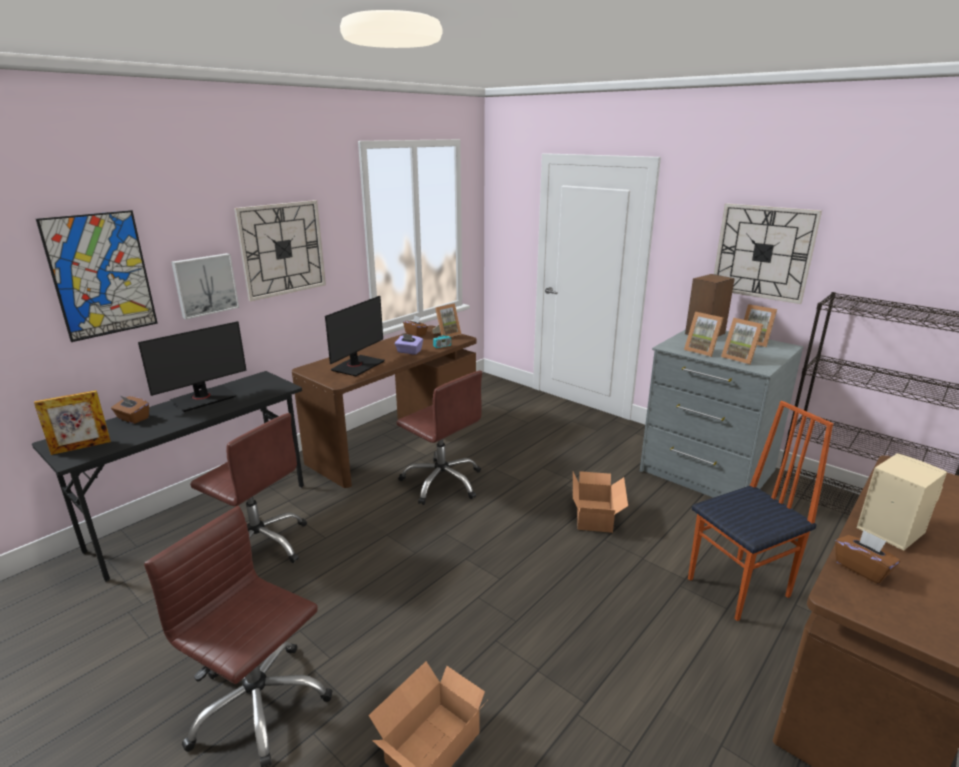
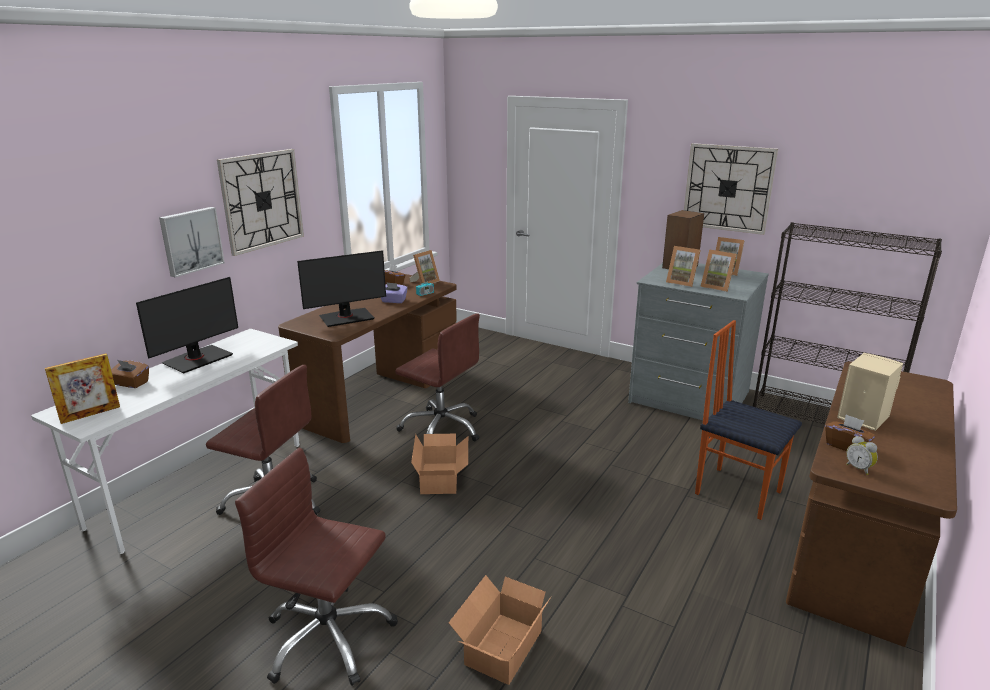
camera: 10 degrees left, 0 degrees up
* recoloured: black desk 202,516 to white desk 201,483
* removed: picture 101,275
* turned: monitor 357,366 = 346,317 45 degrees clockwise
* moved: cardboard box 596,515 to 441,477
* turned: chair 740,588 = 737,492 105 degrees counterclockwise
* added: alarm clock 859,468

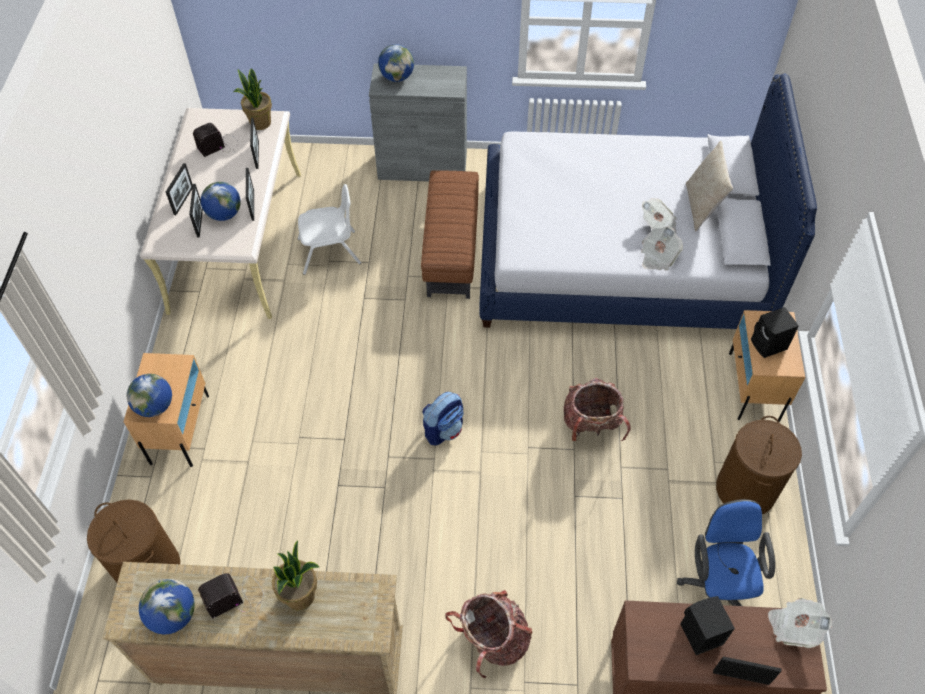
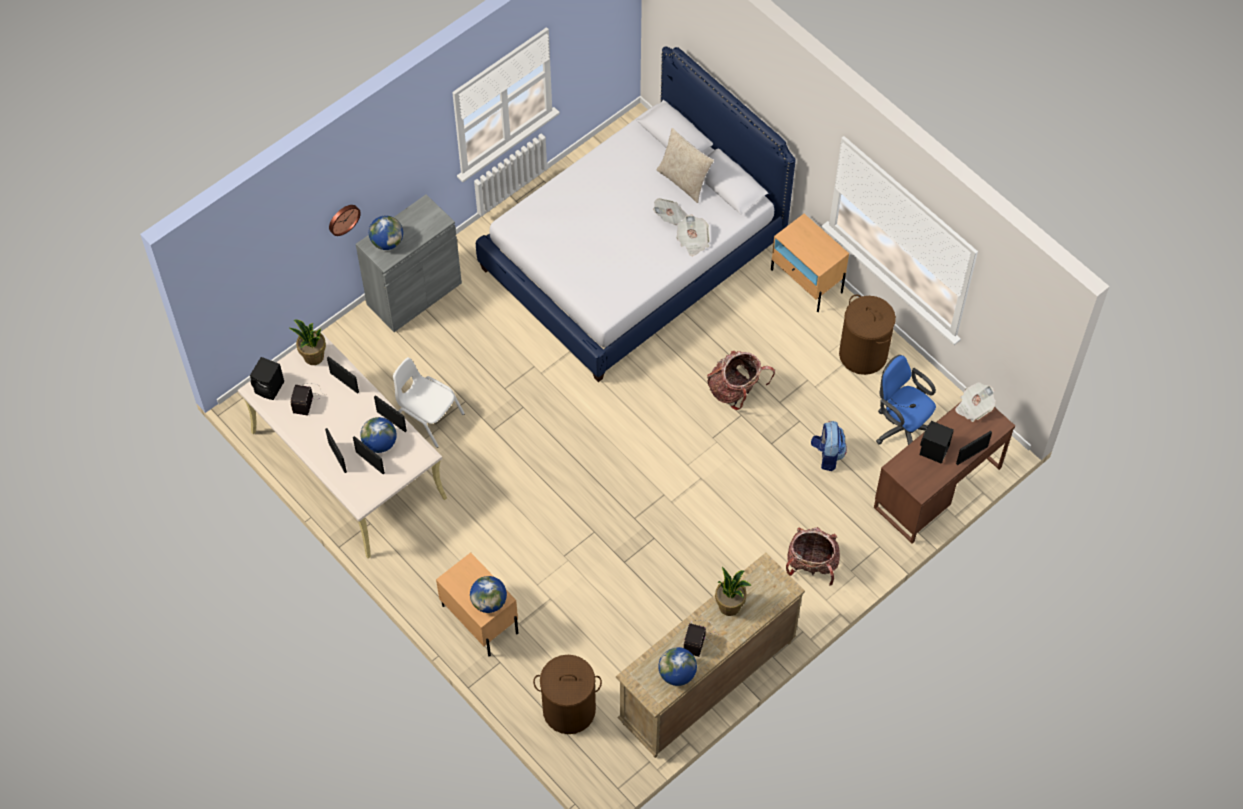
camera: 45 degrees left, 5 degrees up
* turned: white chair 329,252 = 428,417 90 degrees counterclockwise
* removed: brown ottoman 452,250
* moved: backpack 444,429 to 827,455
* moved: black speaker 769,345 to 270,388
* added: wall clock 343,219

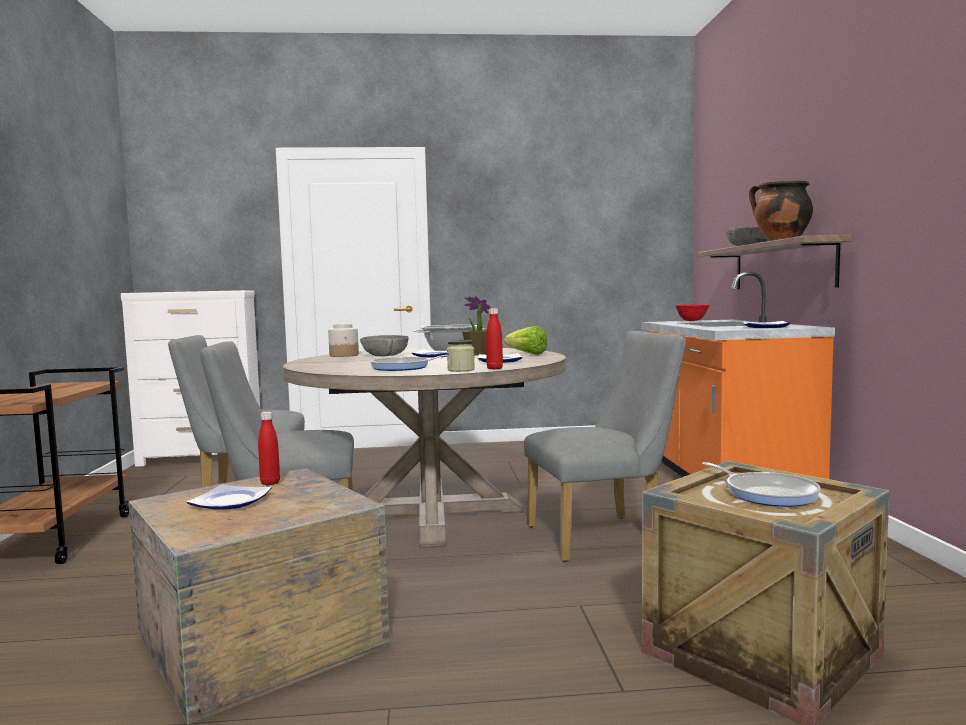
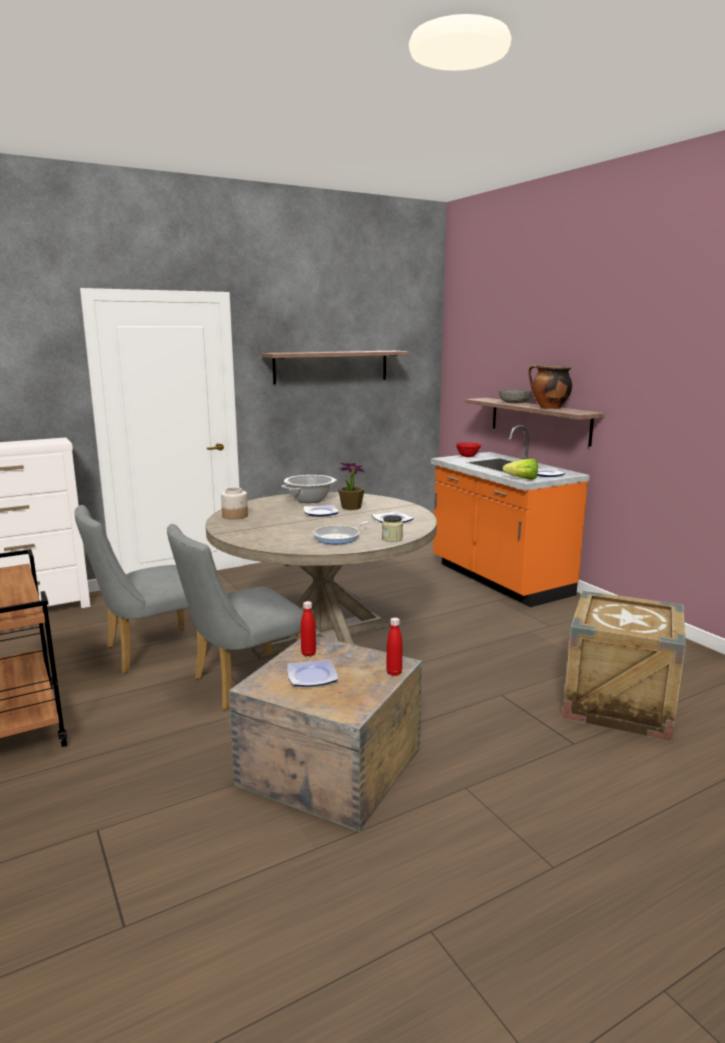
camera: 25 degrees left, 10 degrees up
* removed: grey bowl 385,355
* moved: red bottle 494,368 to 394,673
* moved: lettuce 524,354 to 519,479
* removed: grey chair 604,535
* removed: frying pan 767,493
* added: shelf 331,366

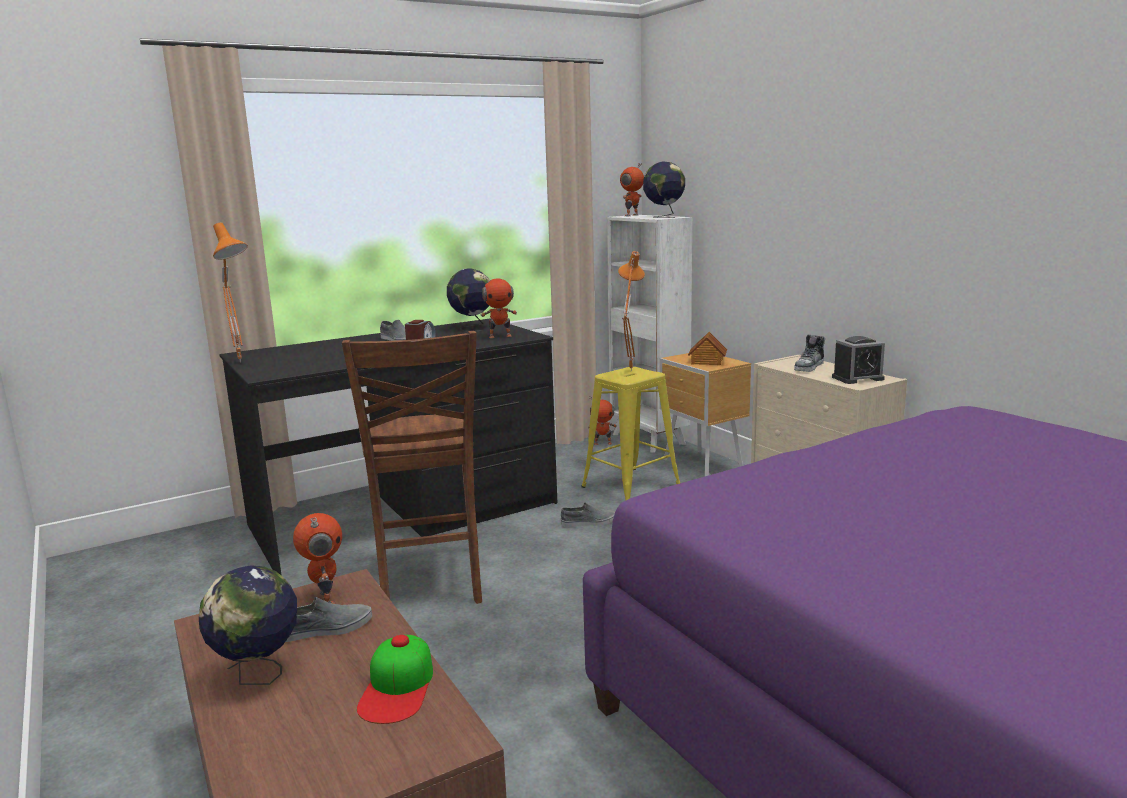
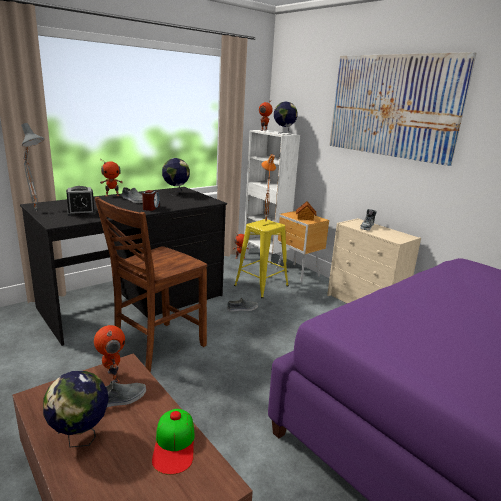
camera: 10 degrees left, 5 degrees up
* recoloured: orange table lamp 243,361 to grey table lamp 38,211
* turned: brown chair 429,581 = 157,348 60 degrees clockwise
* moved: toy robot 500,336 to 112,195
* moved: alarm clock 857,378 to 81,212
* added: picture 392,106

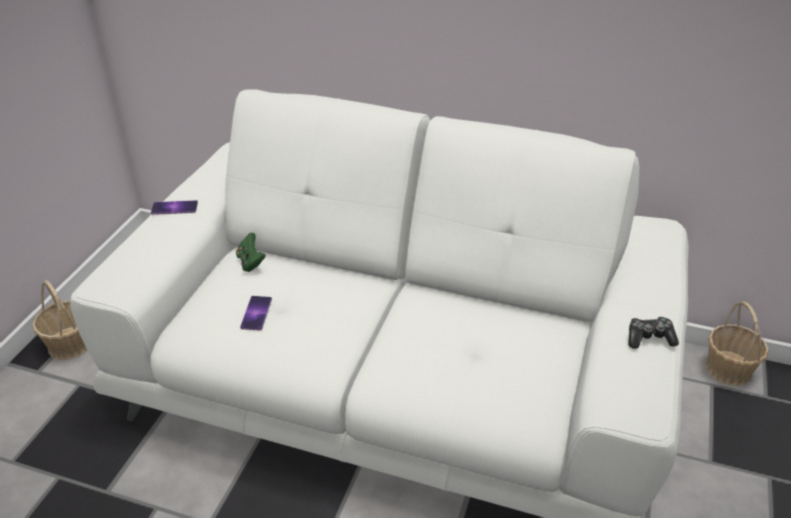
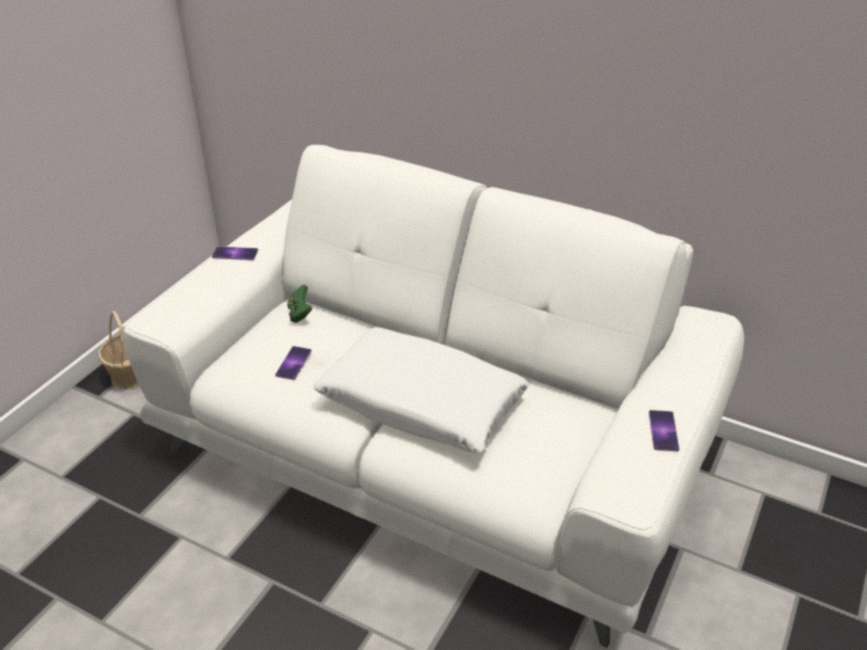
camera: 10 degrees right, 0 degrees up
* replaced: game controller 649,338 to phone 663,431
* removed: basket 728,369
* added: white pillow 421,403

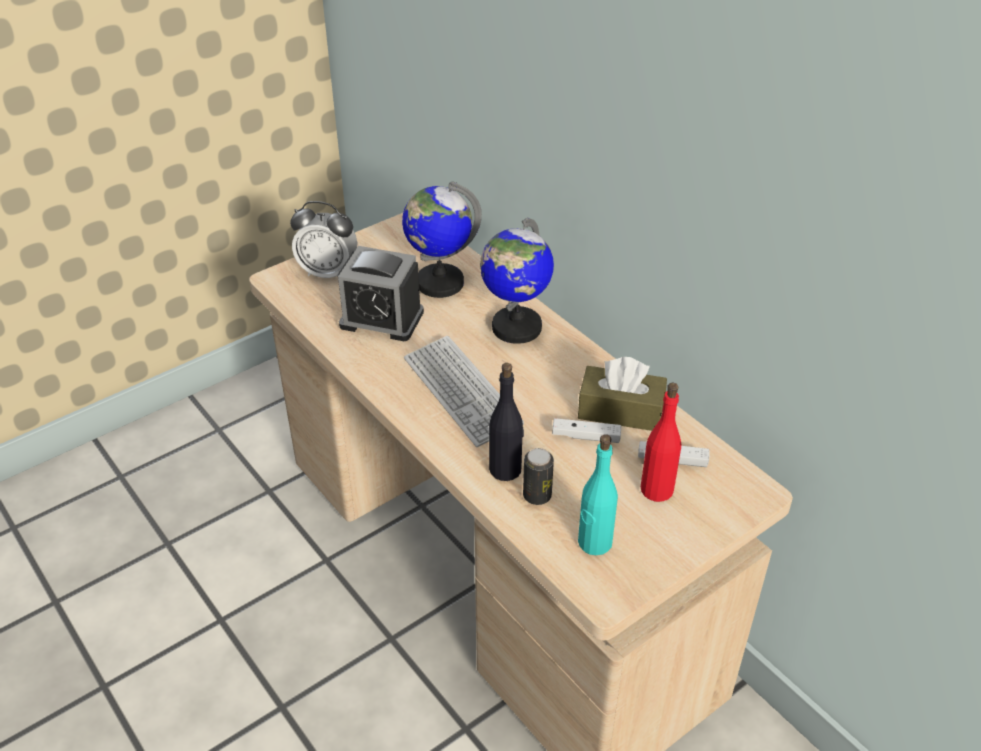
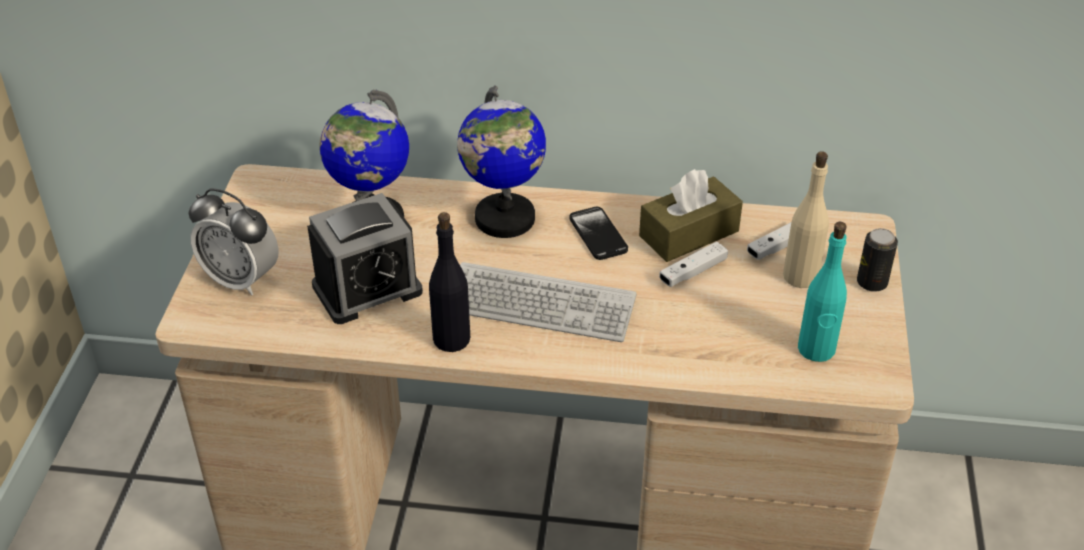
camera: 45 degrees left, 0 degrees up
* turned: alarm clock 328,272 = 241,279 60 degrees clockwise
* moved: black bottle 506,469 to 452,339
* moved: can 537,495 to 872,283
* recoloured: red bottle 657,489 to beige bottle 800,276
* added: phone 598,235

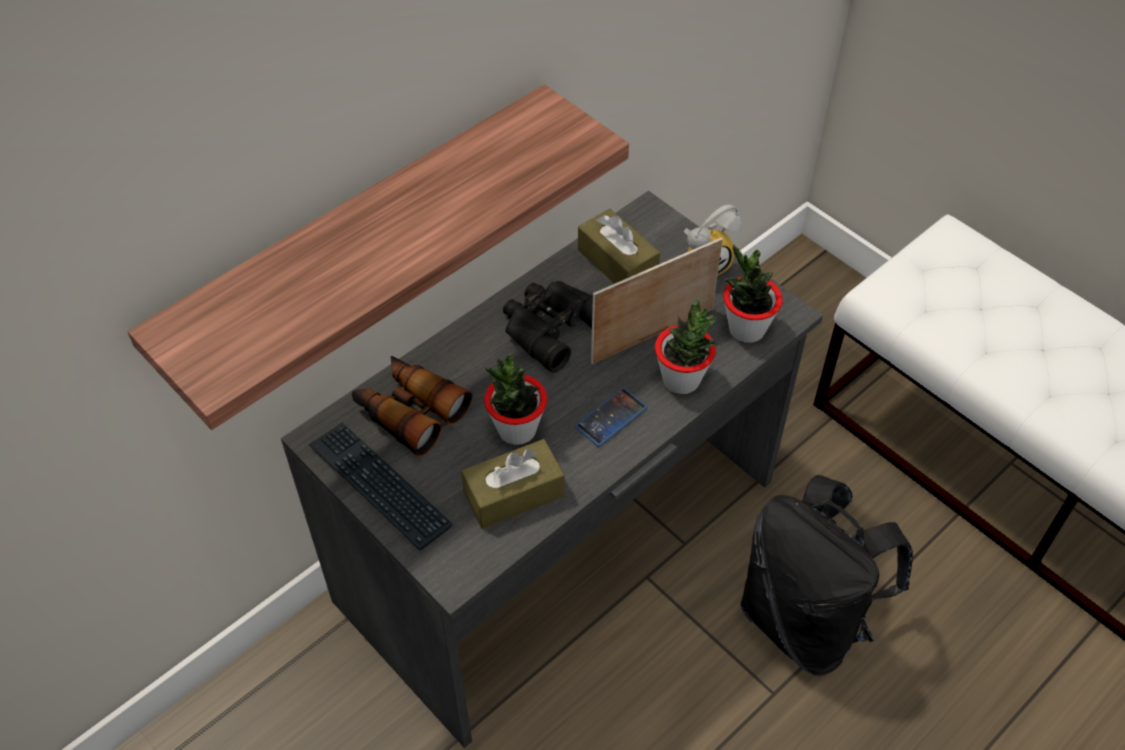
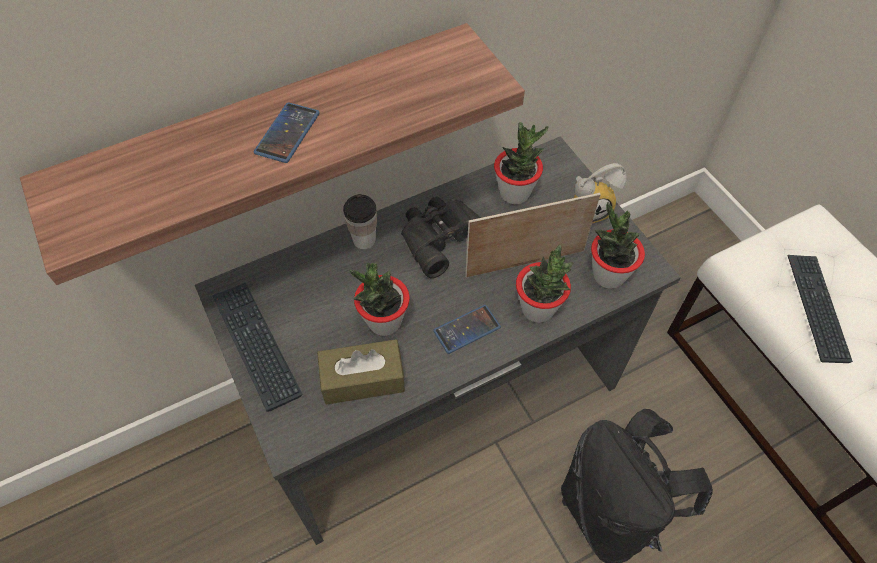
camera: 15 degrees right, 5 degrees up
* removed: binoculars 409,411
* replaced: brown tissue box 617,263 to potted plant 515,193
* added: phone 287,133
* added: cup 364,240
* added: keyboard 816,308

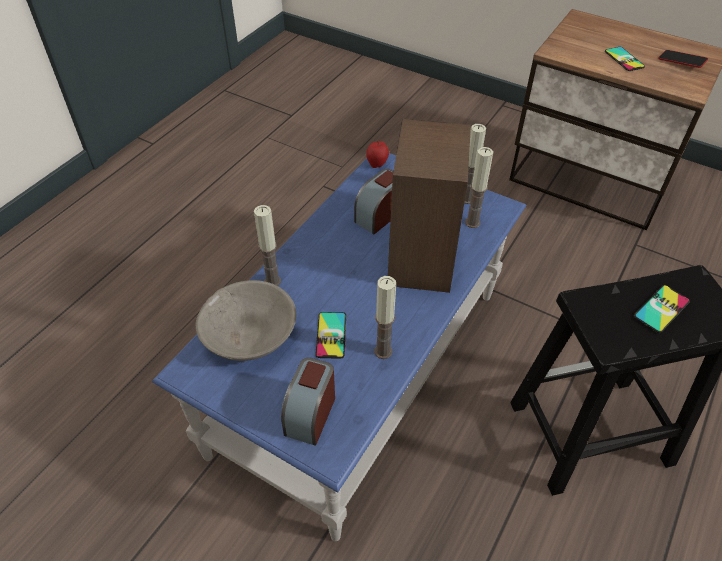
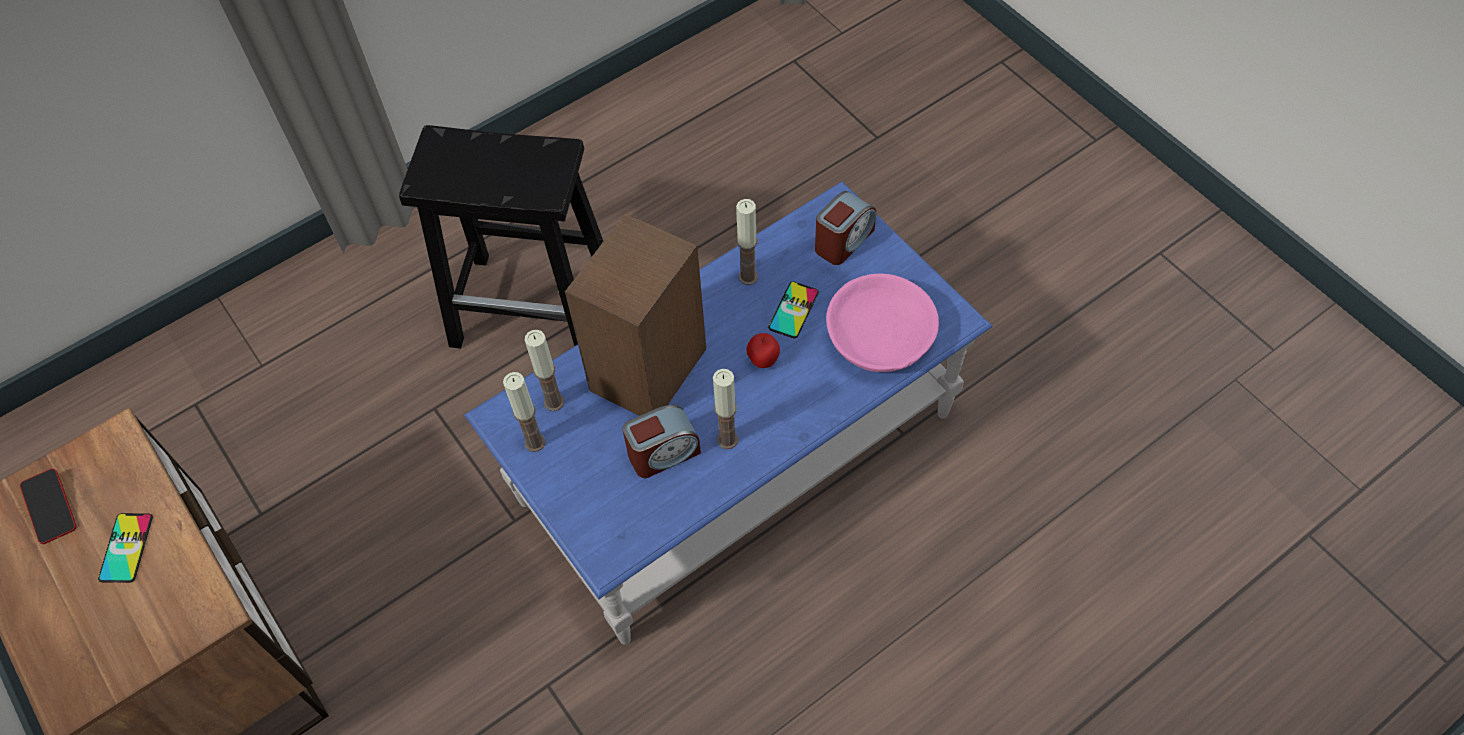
camera: 155 degrees left, 10 degrees up
* recoloured: grey bowl 249,335 to pink bowl 880,337
* moved: candle 272,281 to 727,439
* moved: apple 377,165 to 763,361
* removed: phone 661,309

